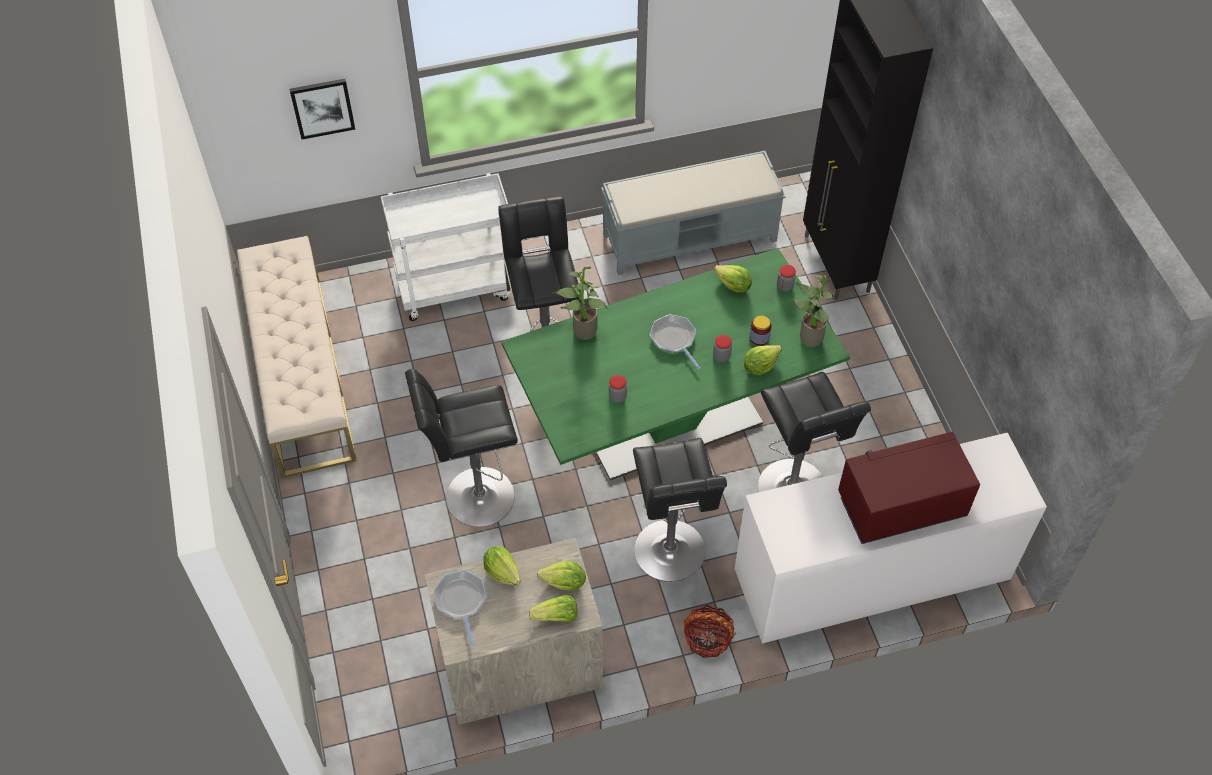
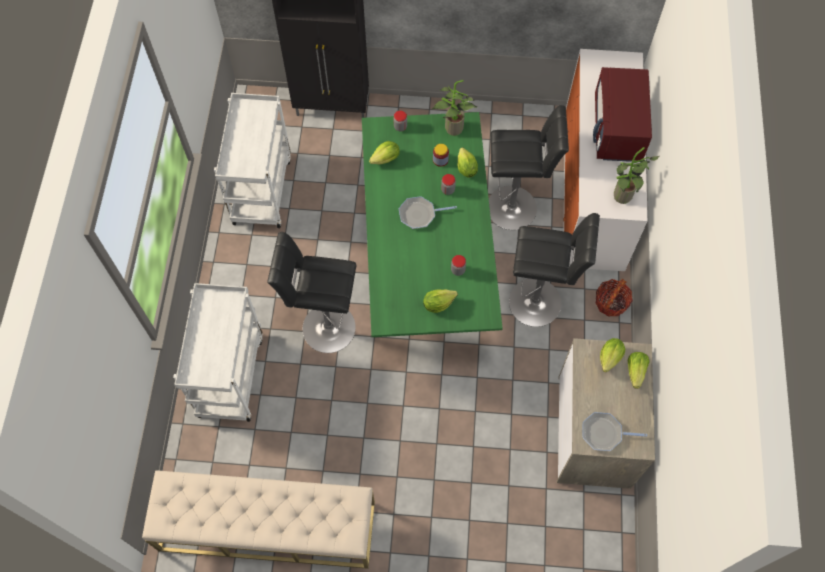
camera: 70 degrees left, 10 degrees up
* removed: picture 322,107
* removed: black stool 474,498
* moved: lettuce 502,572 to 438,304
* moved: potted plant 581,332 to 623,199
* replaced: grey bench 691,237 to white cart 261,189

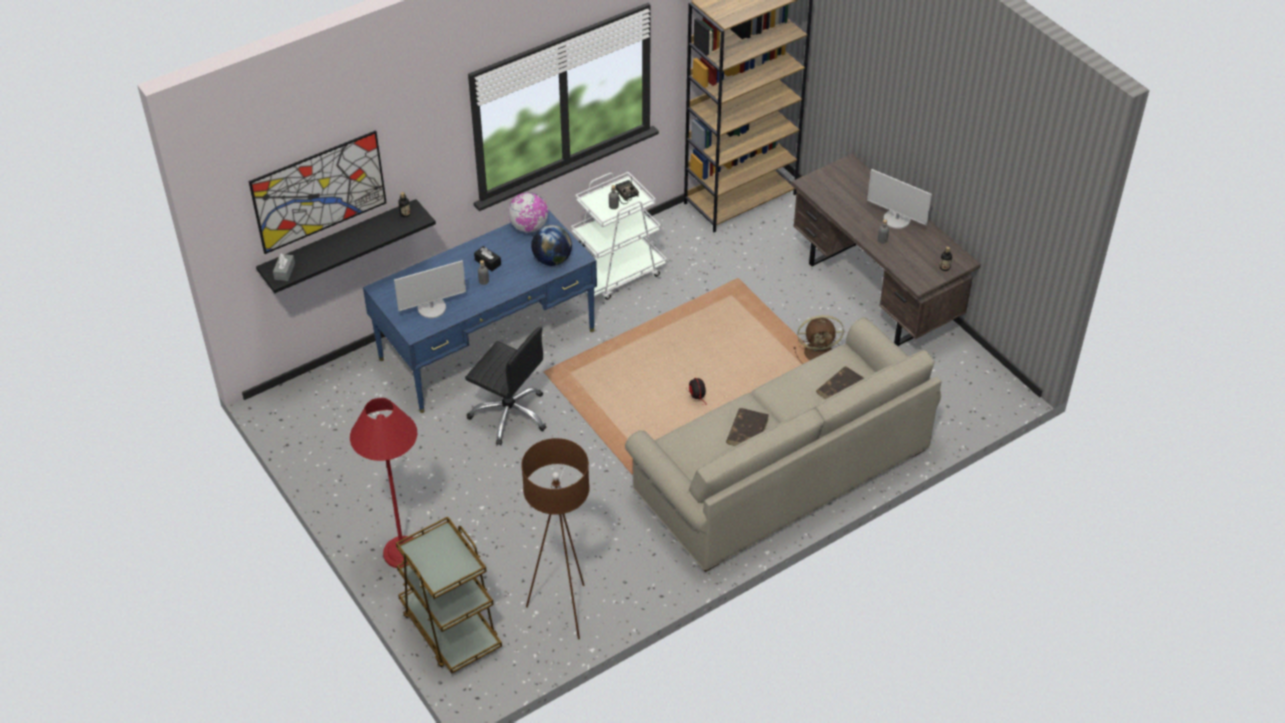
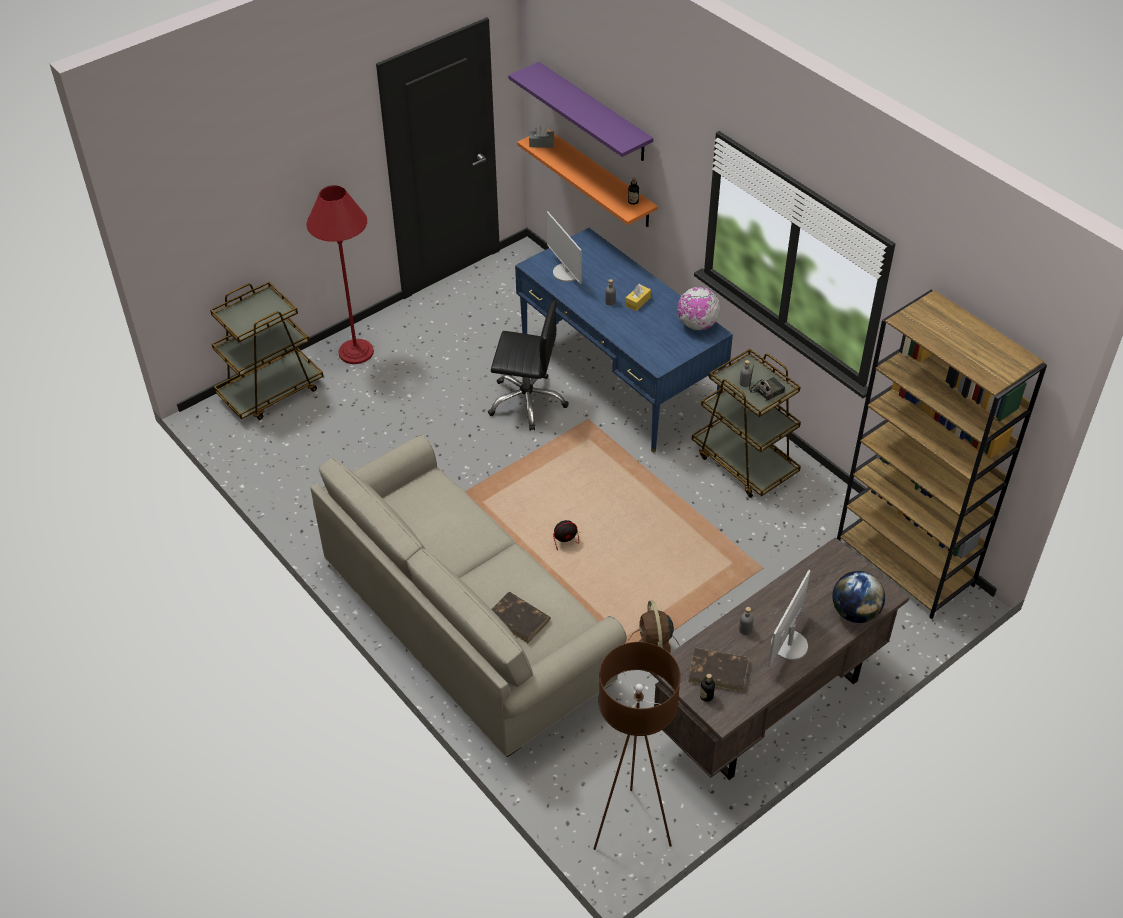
camera: 85 degrees right, 0 degrees up
* replaced: picture 319,192 to purple shelf 594,112
* recoloured: black shelf 339,244 to orange shelf 600,178
* turned: black office chair 509,414 = 527,401 105 degrees counterclockwise
* recoloured: black tissue box 488,262 to yellow tissue box 638,302
* moved: brown floor lamp 563,610 to 631,828
* moved: globe 552,260 to 855,612
* recoloured: white cart 617,274 to brown cart 744,463
* moved: brown book 747,431 to 719,671

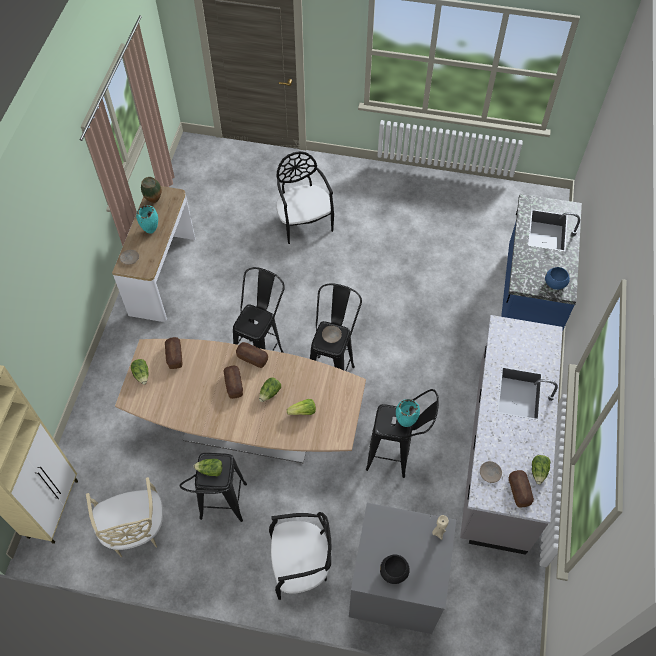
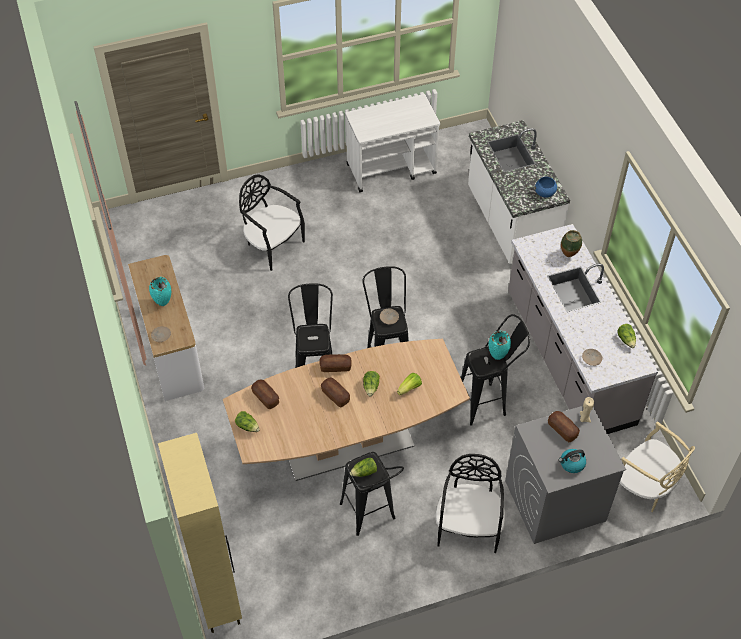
camera: 30 degrees left, 5 degrees down
* moved: beige chair 135,530 to 644,487
* moved: vase 154,201 to 569,255
* turned: black chair 300,566 = 468,526 45 degrees counterclockwise
* replaced: black bowl 394,572 to kettle 571,464
* recoloured: blue counter 527,297 to white counter 510,224
* moved: bread 519,491 to 562,429
* added: white cart 392,169

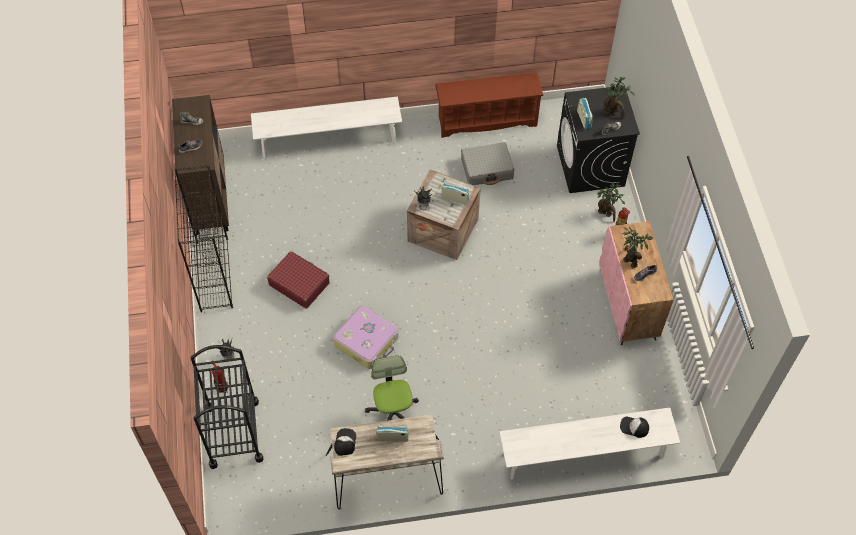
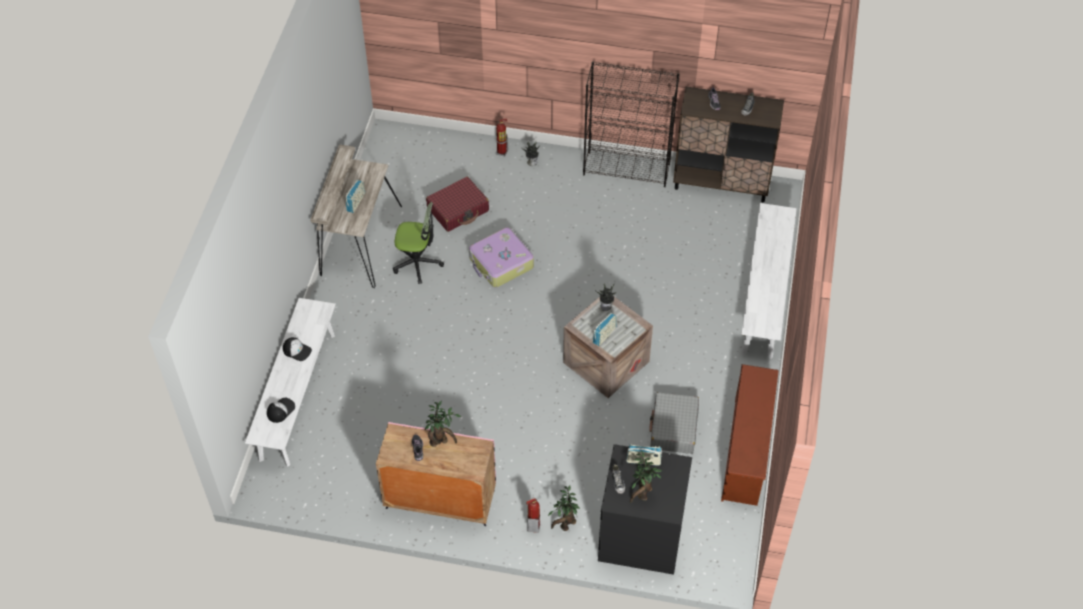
camera: 110 degrees right, 5 degrees down
* removed: black cart 234,433
* moved: red suitcase 299,284 to 458,210
* moved: cap 345,442 to 297,350

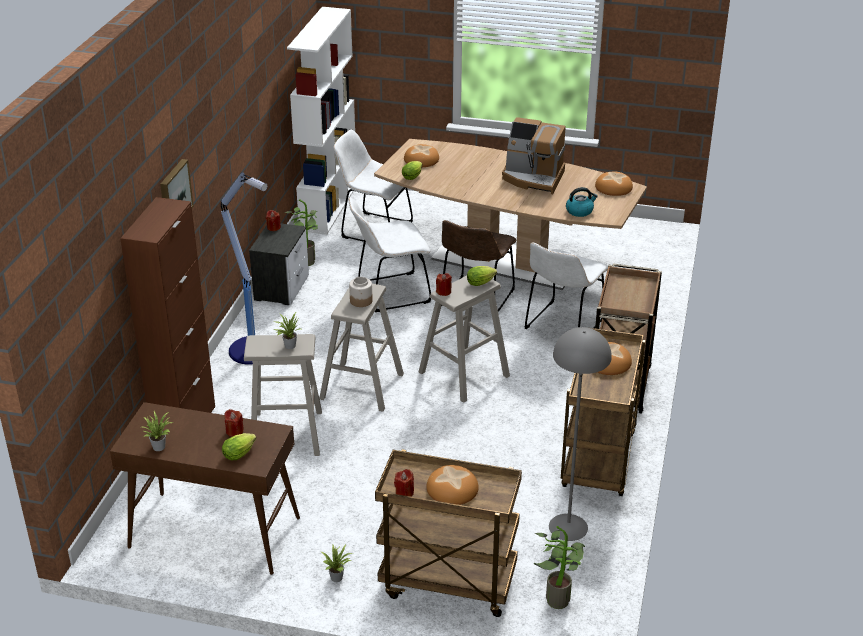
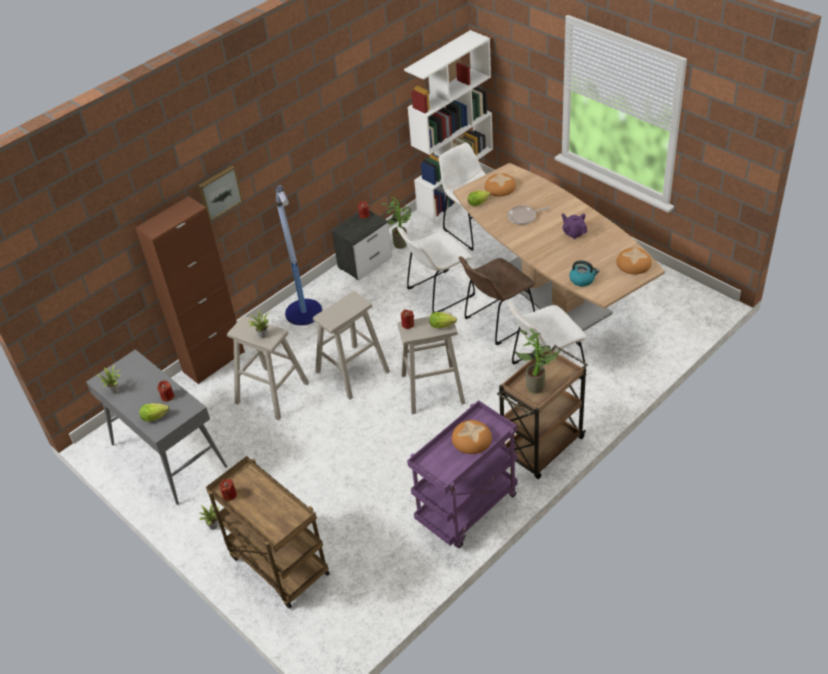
camera: 35 degrees right, 10 degrees up
* recoloured: brown console table 213,533 to grey console table 168,455
* turned: white chair 390,293 = 437,294 45 degrees counterclockwise
* removed: jar 361,301
* removed: bread 453,489
* replaced: coffee machine 533,178 to purple teapot 574,233
* moved: potted plant 558,598 to 537,385
* removed: grey floor lamp 568,527
* recoloured: brown cart 599,463 to purple cart 467,510
* added: frying pan 523,217

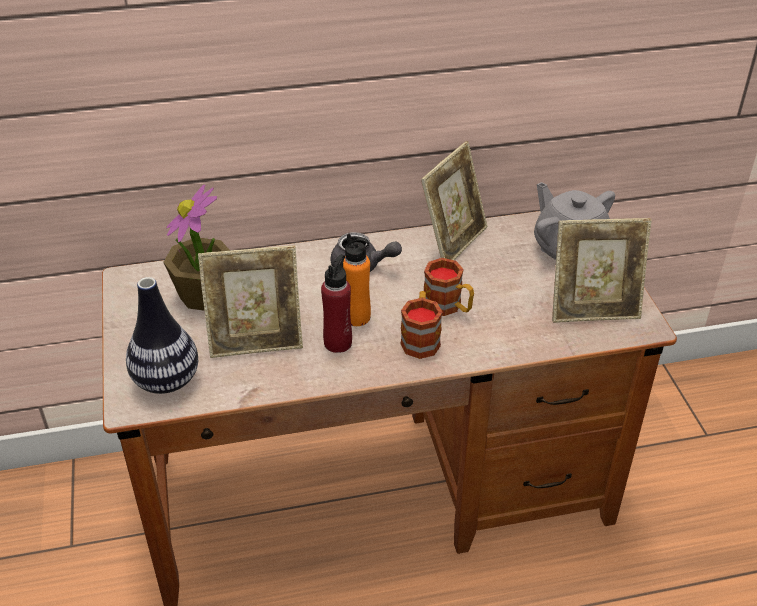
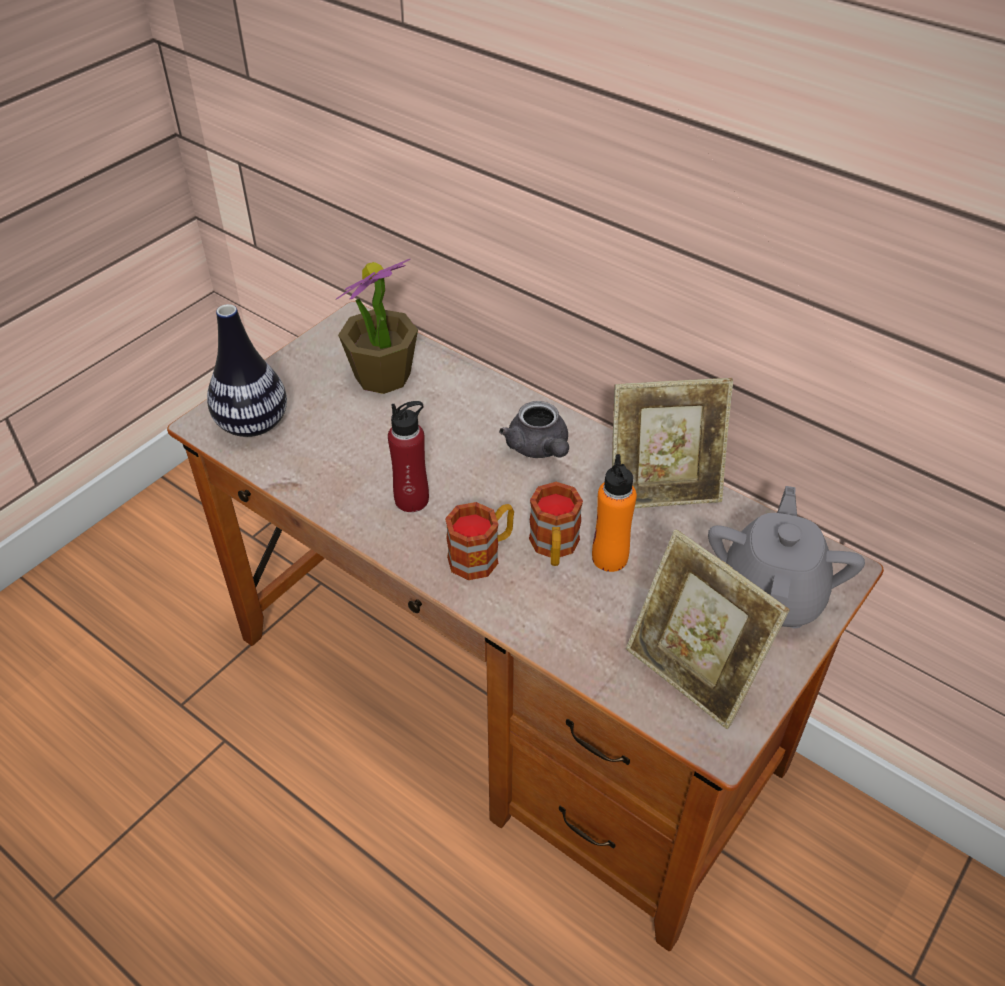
camera: 50 degrees right, 5 degrees up
* removed: picture frame 256,341
* moved: orange bottle 357,317 to 609,558

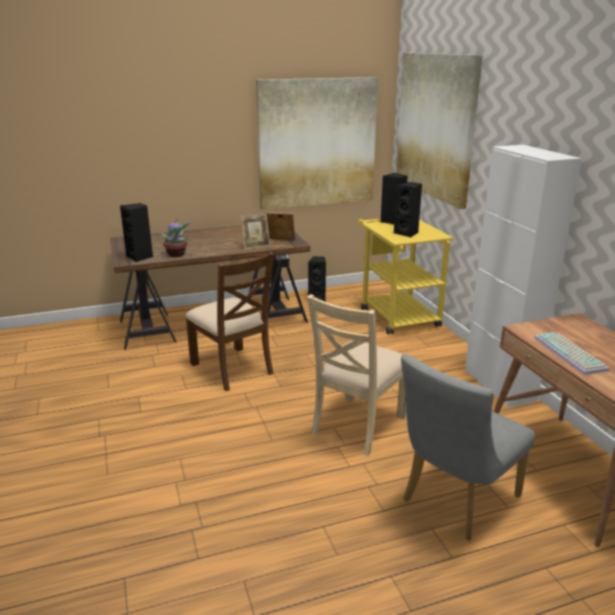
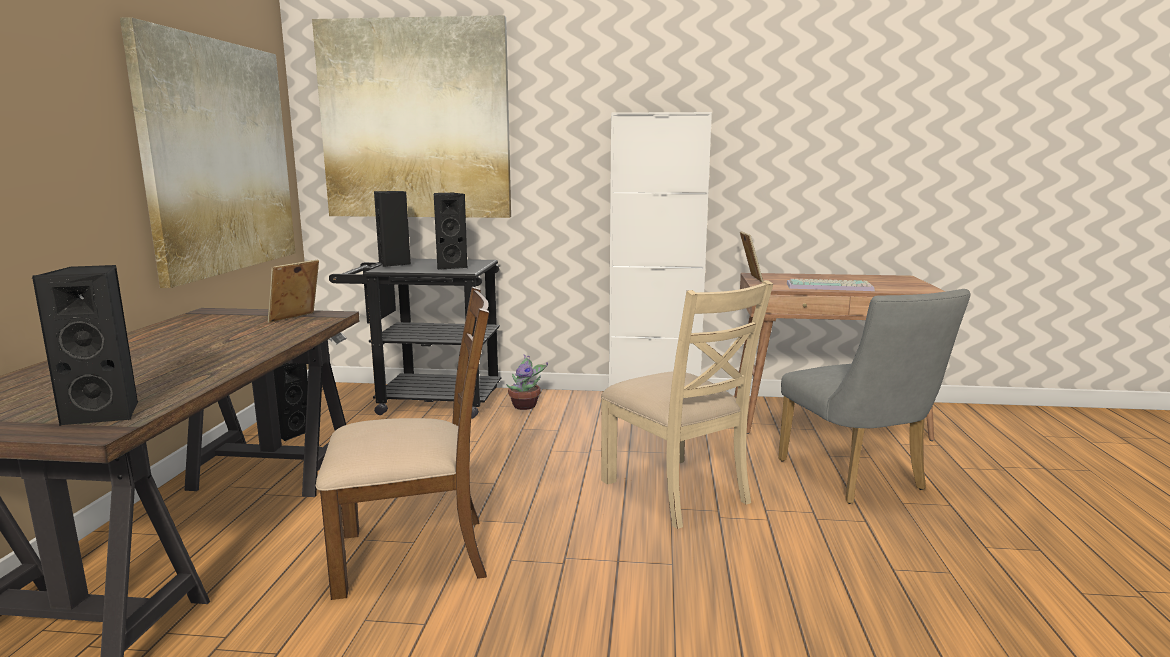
camera: 65 degrees left, 10 degrees down
* moved: potted plant 177,254 to 526,406
* moved: picture frame 256,246 to 750,278
* recoloured: yellow cart 396,314 to black cart 427,401

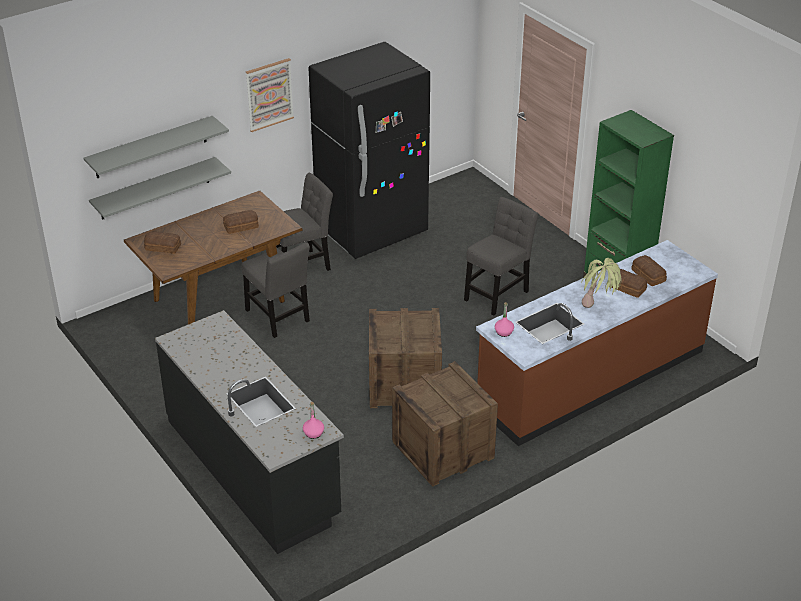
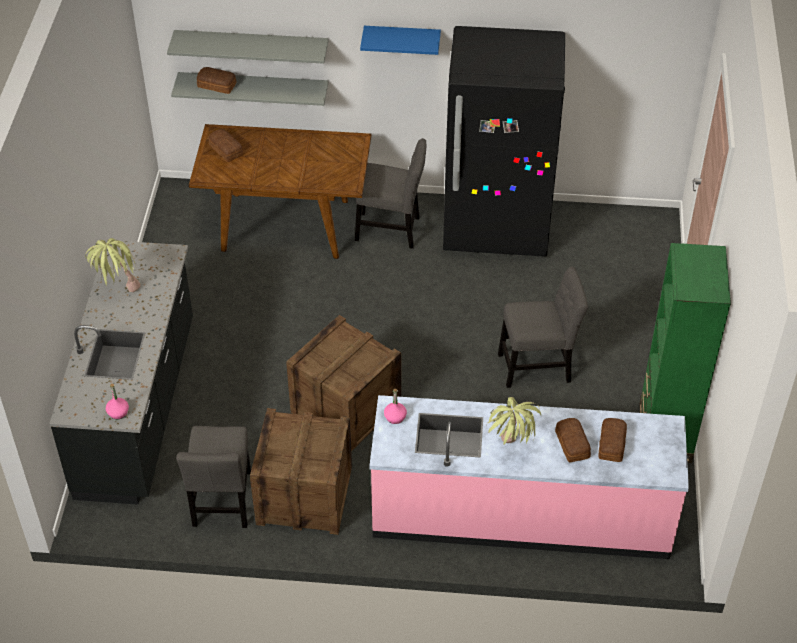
camera: 40 degrees right, 10 degrees up
* moved: bread 241,226 to 217,85
* moved: grey chair 278,318 to 222,502
* replaced: picture 269,94 to blue shelf 402,39
* recoloured: brown counter 590,378 to pink counter 521,513
* added: potted plant 117,292

